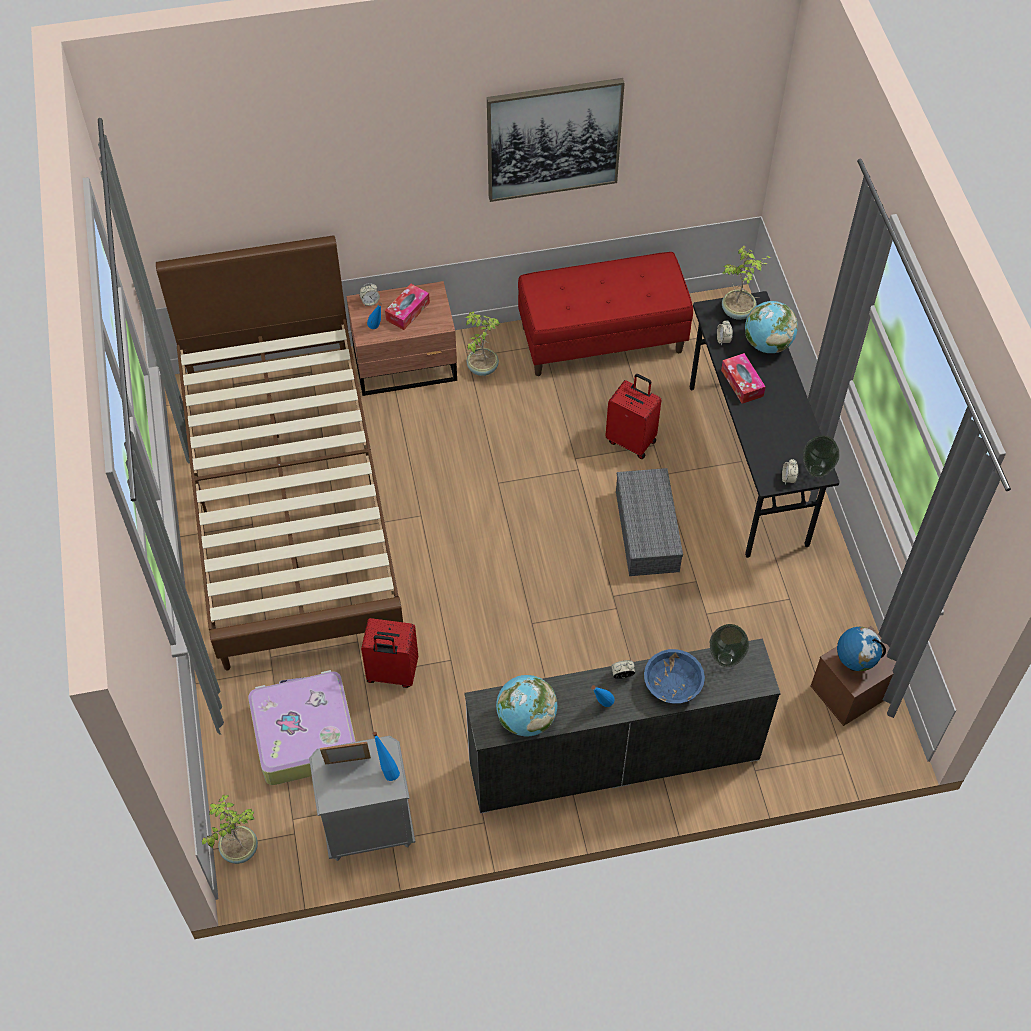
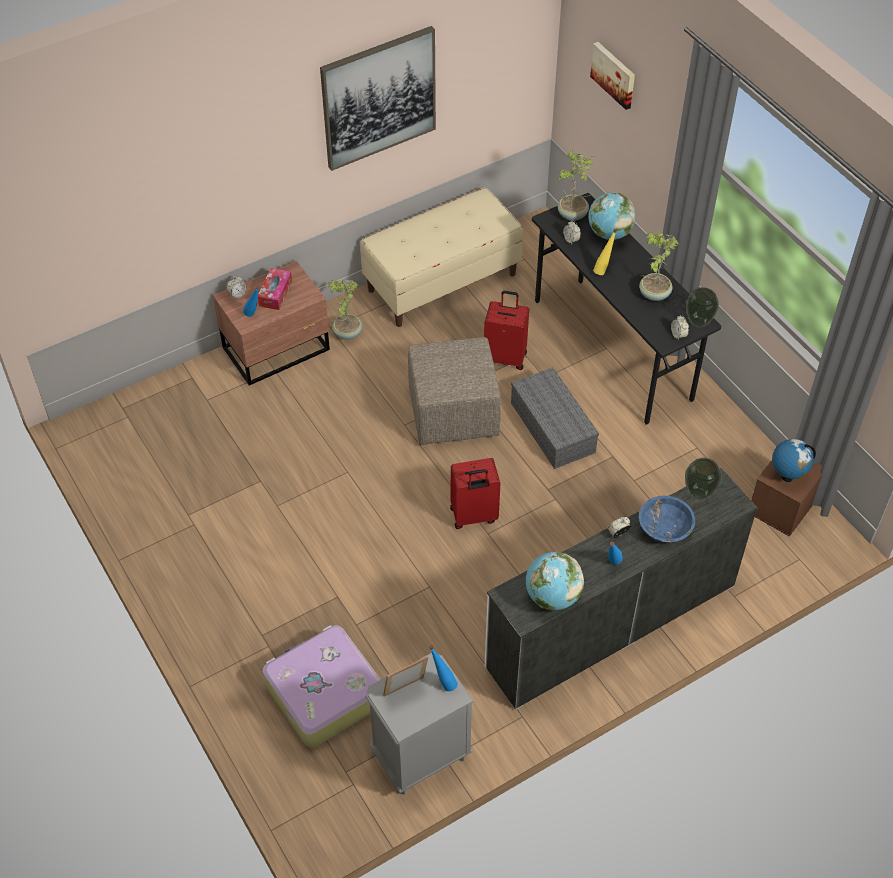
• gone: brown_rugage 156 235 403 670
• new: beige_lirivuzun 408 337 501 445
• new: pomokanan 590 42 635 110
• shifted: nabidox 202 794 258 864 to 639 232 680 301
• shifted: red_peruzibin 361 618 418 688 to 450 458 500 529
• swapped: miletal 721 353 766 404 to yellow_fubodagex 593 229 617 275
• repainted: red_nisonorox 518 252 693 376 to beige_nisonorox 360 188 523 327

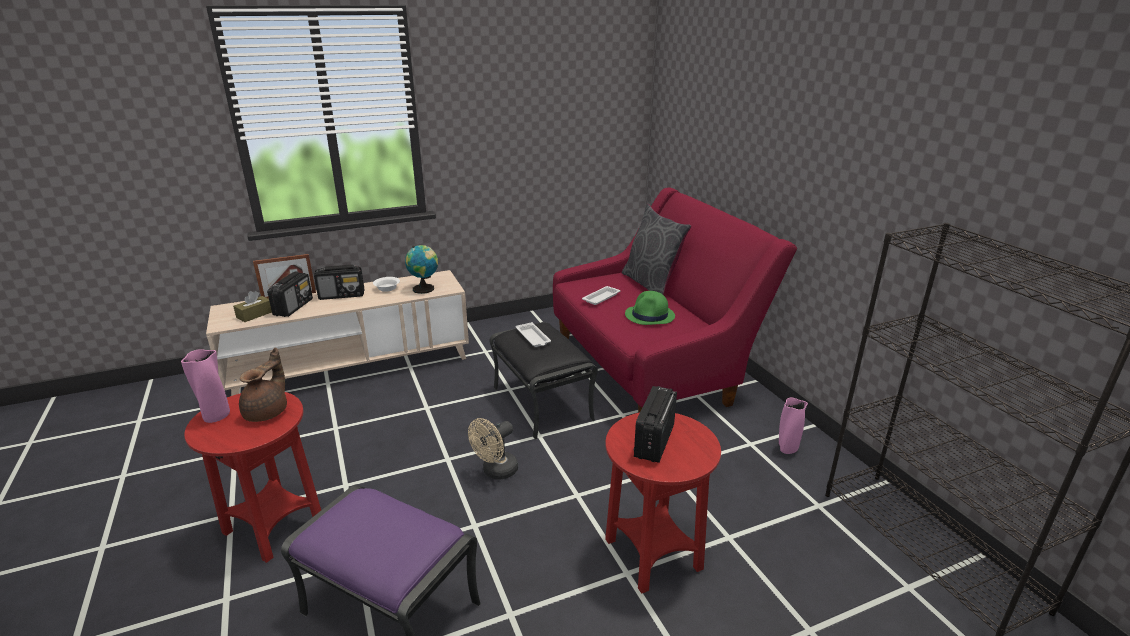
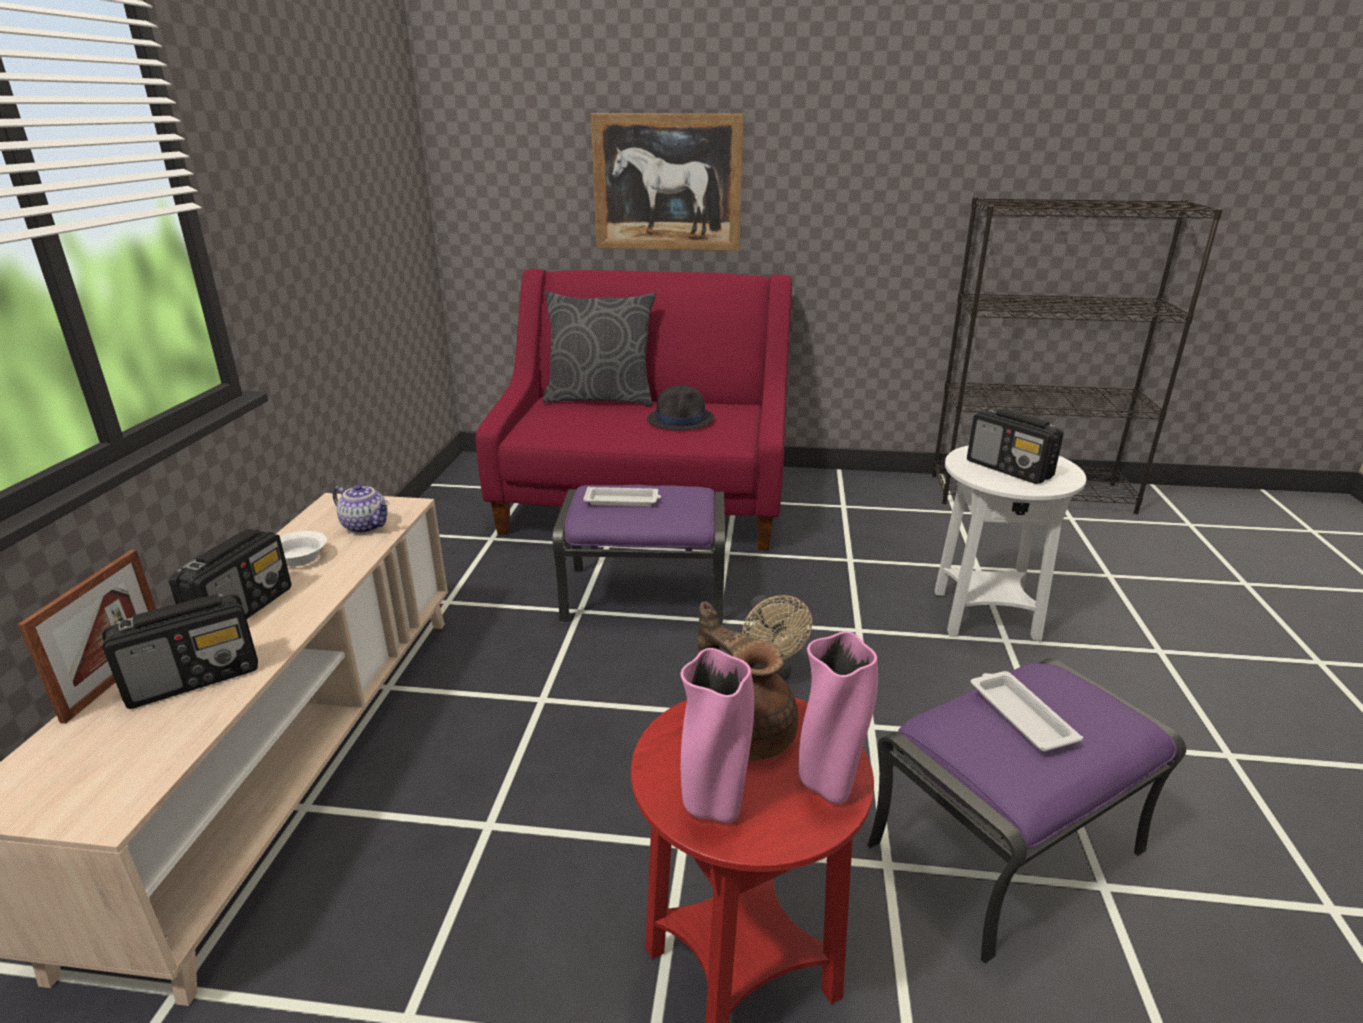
• gone: brown_miletal 233 291 272 322
• new: pomokanan 591 113 744 251
• shifted: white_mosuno 582 286 620 305 to 971 671 1083 751
• shifted: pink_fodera 779 398 808 454 to 799 631 878 804
• swapped: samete 405 245 438 294 to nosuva 333 484 389 534
• repainted: black_lirivuzun 489 322 598 440 to purple_lirivuzun 553 485 725 626
• repainted: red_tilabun 605 412 721 594 to white_tilabun 934 445 1086 641
• repainted: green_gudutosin 625 291 675 325 to black_gudutosin 647 385 715 430
• rotated: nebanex 267 271 313 317 = 102 594 258 709 105 degrees clockwise

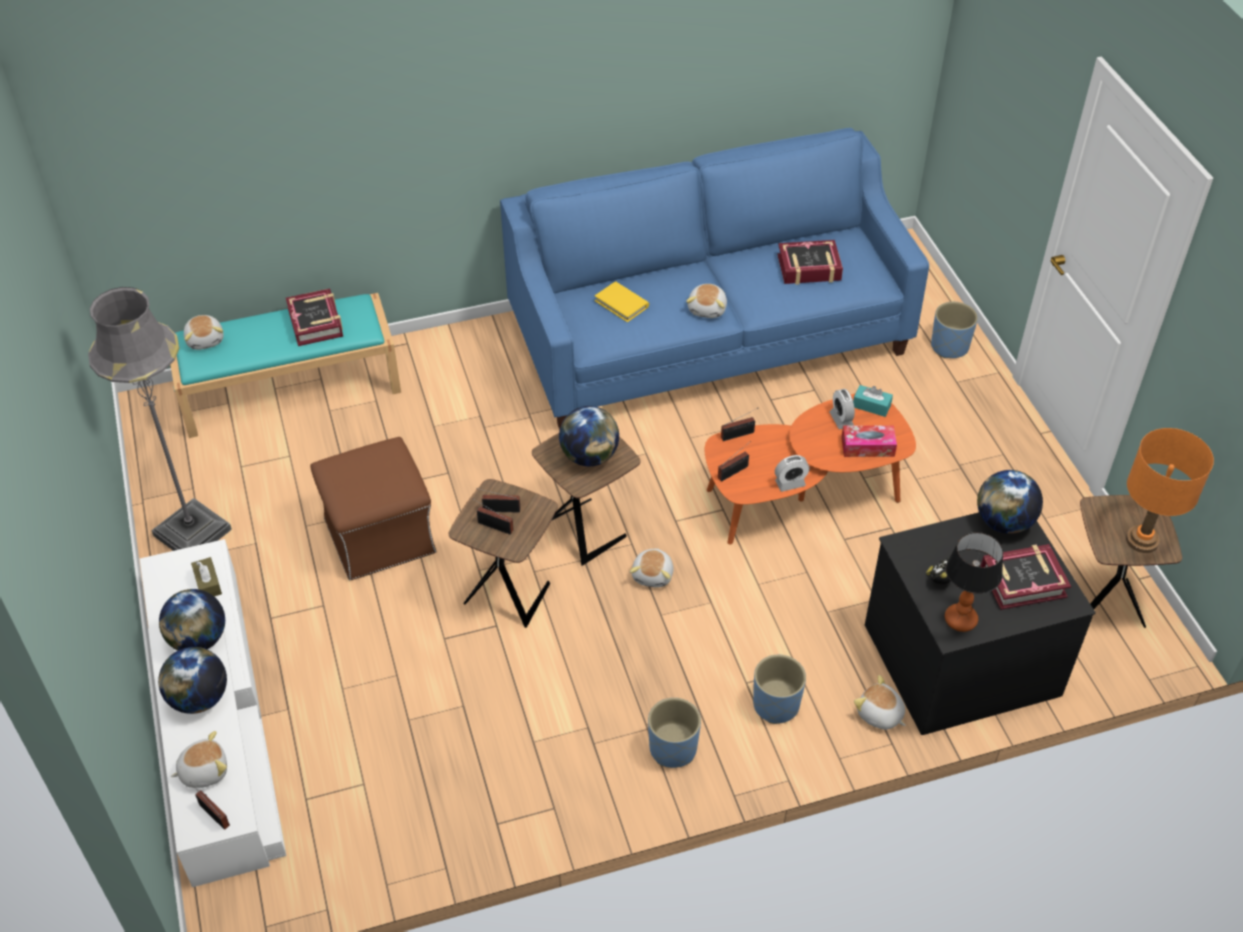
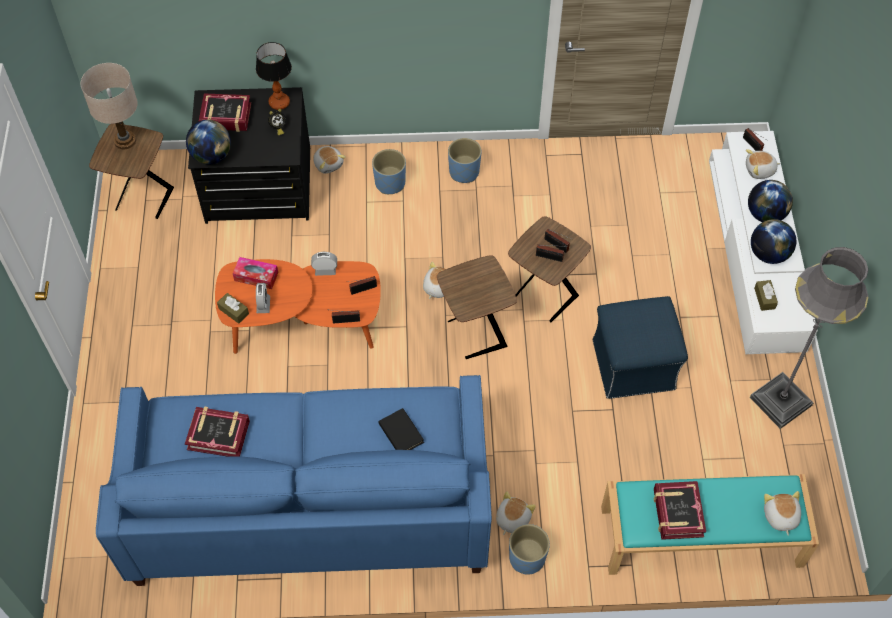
• gone: samete 559 406 619 466
• shifted: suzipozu 686 284 727 318 to 496 491 536 535
• shifted: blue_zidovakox 931 302 978 359 to 509 524 550 575
• repainted: brown_lirivuzun 310 437 436 581 to blue_lirivuzun 593 296 688 399
• repainted: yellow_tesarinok 595 281 649 322 to black_tesarinok 378 408 424 450
• repainted: turquoise_miletal 853 385 893 417 to brown_miletal 217 293 249 324
• repainted: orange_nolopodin 1126 428 1214 553 to beige_nolopodin 81 63 138 149

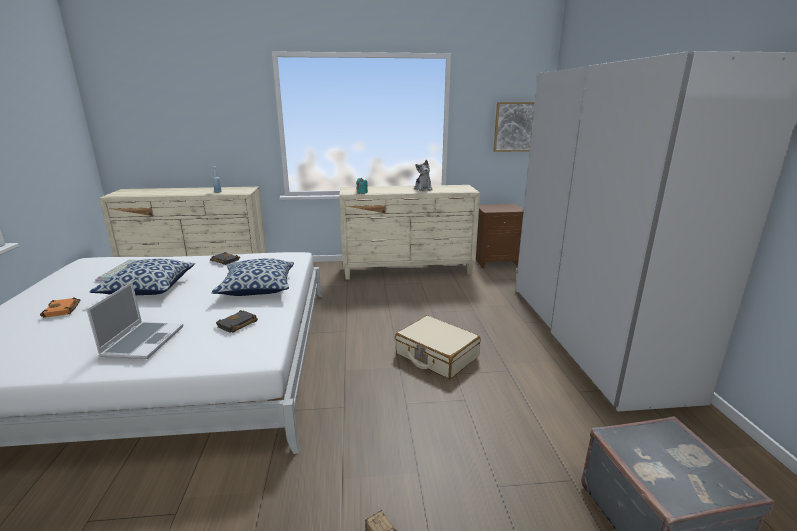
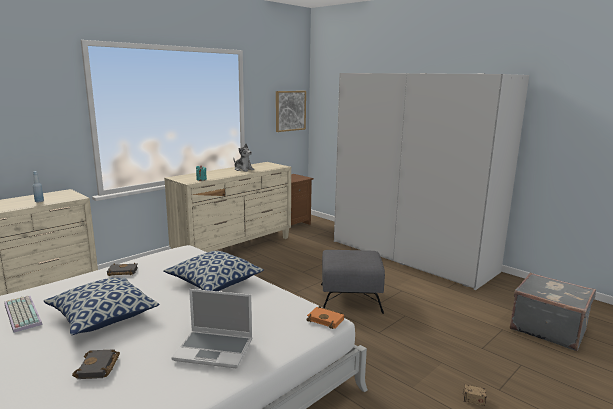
• shifted: orange_tesarinok 40 297 80 318 to 306 306 344 329
• shifted: black_tesarinok 216 310 258 333 to 72 349 120 379
• swapped: beige_peruzibin 395 315 481 379 to grey_lirivuzun 321 250 385 314
• rotated: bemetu 86 282 183 359 = 171 289 252 368 135 degrees clockwise

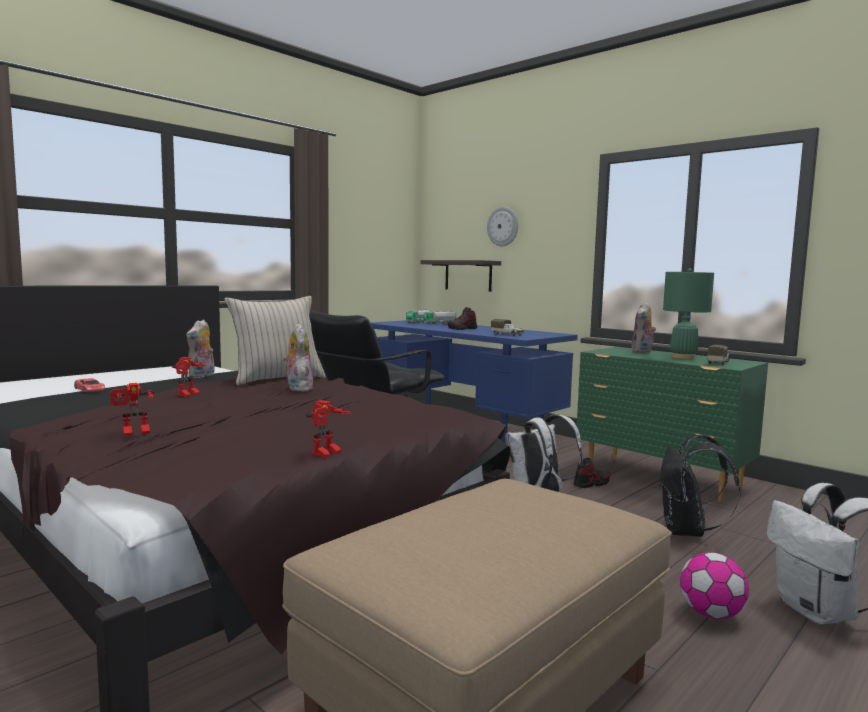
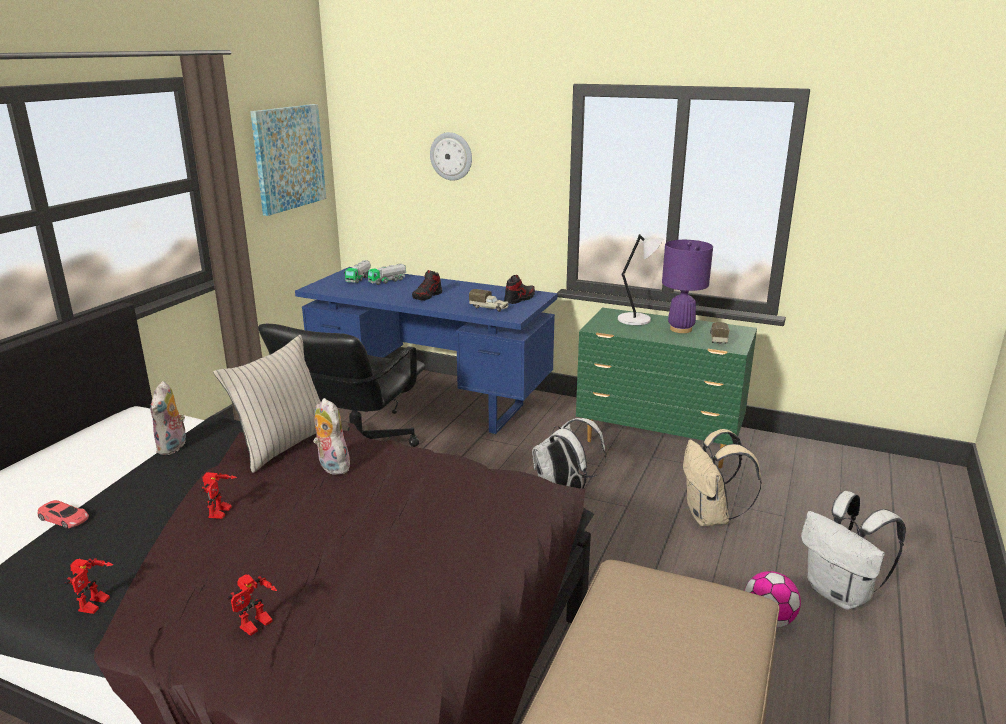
• gone: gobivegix 420 260 501 292
• new: pomokanan 250 104 326 216
• shifted: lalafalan 307 400 352 458 to 64 558 113 614
• shifted: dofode 574 458 610 488 to 504 275 535 304
• swapped: suzipozu 631 302 656 353 to white_nolopodin 618 234 663 325
• repainted: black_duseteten 659 434 741 537 to beige_duseteten 683 429 761 526
• repainted: green_nolopodin 663 268 714 359 to purple_nolopodin 662 240 713 333

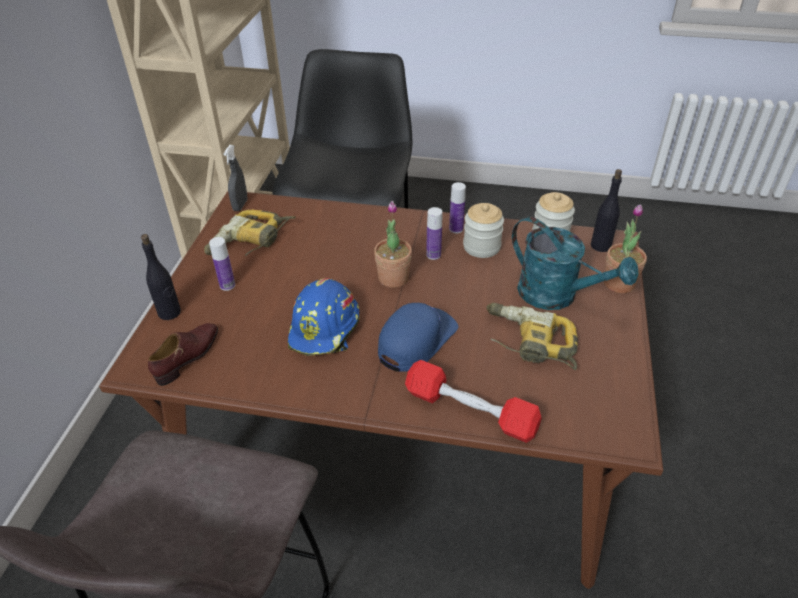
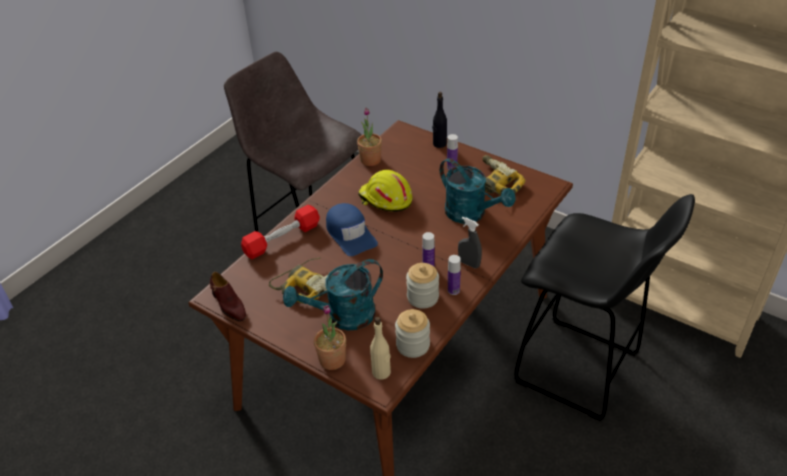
• new: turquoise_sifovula 440 158 516 224
• shifted: brown_dofode 148 323 218 386 to 210 272 246 322
• shifted: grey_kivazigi 223 145 248 211 to 458 217 482 268
• shifted: nabidox 374 201 412 288 to 357 107 382 166
• repainted: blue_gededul 288 278 359 356 to yellow_gededul 358 170 412 212
• repainted: black_fubodagex 591 169 622 252 to beige_fubodagex 370 317 391 380

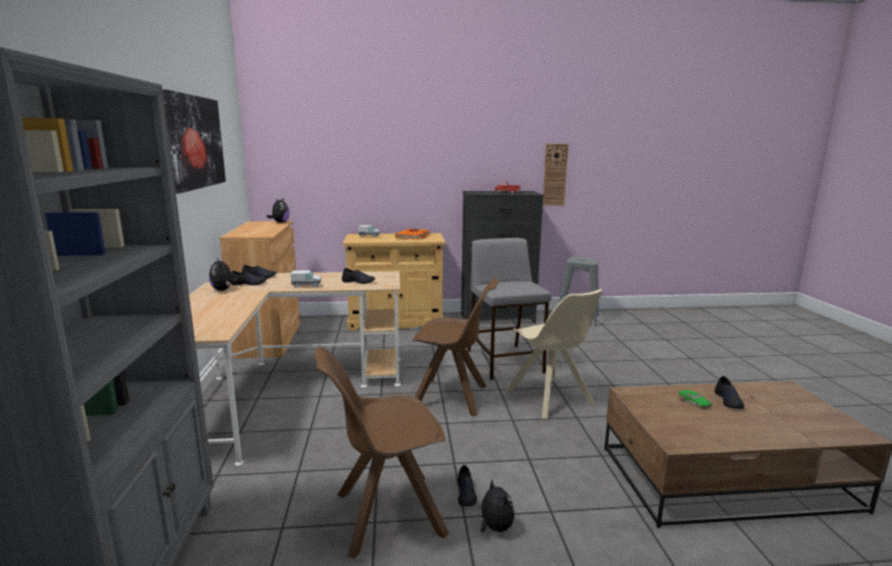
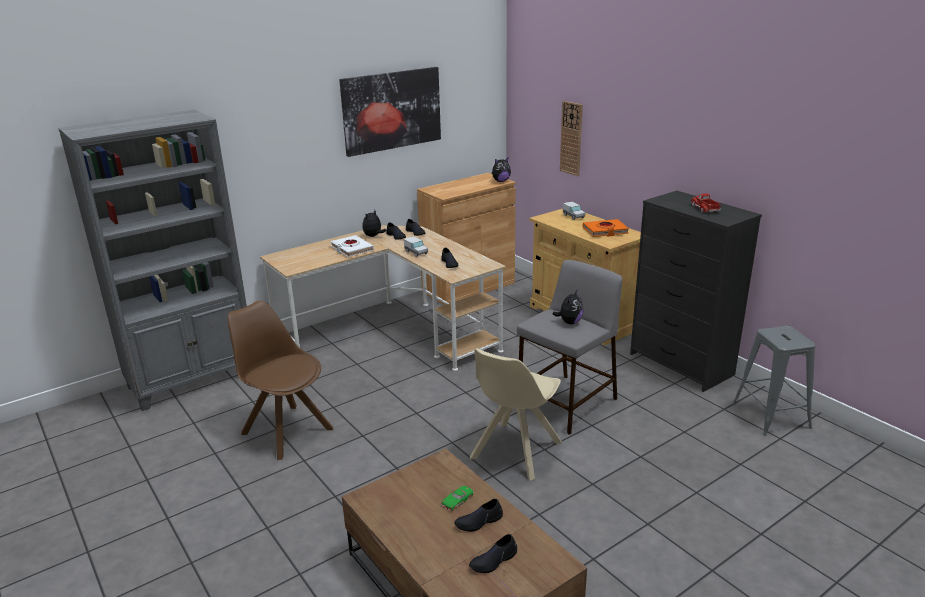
• gone: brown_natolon 413 278 499 417
• new: white_tesarinok 330 235 374 257
• shifted: black_dofode 458 465 477 506 to 469 534 517 573
• shifted: suzipozu 477 480 515 532 to 553 290 583 324
• shifted: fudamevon 543 144 569 206 to 560 101 583 176

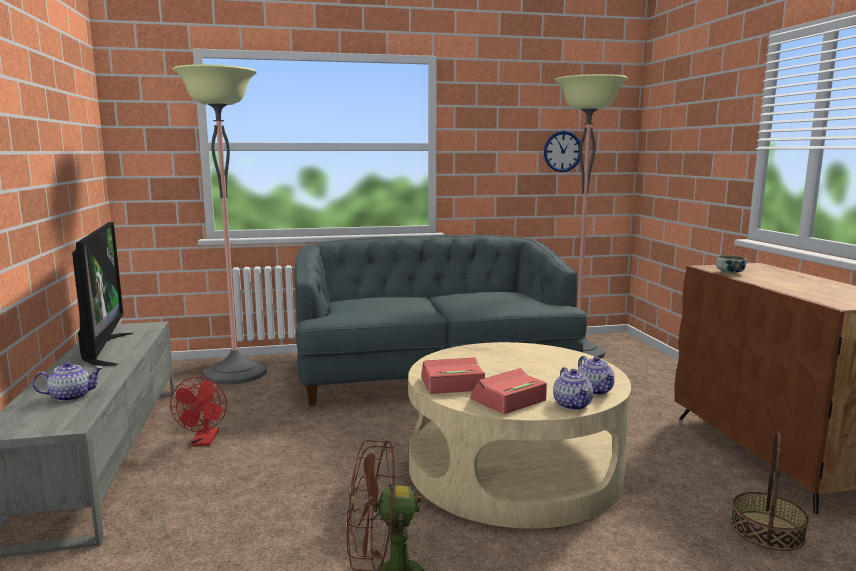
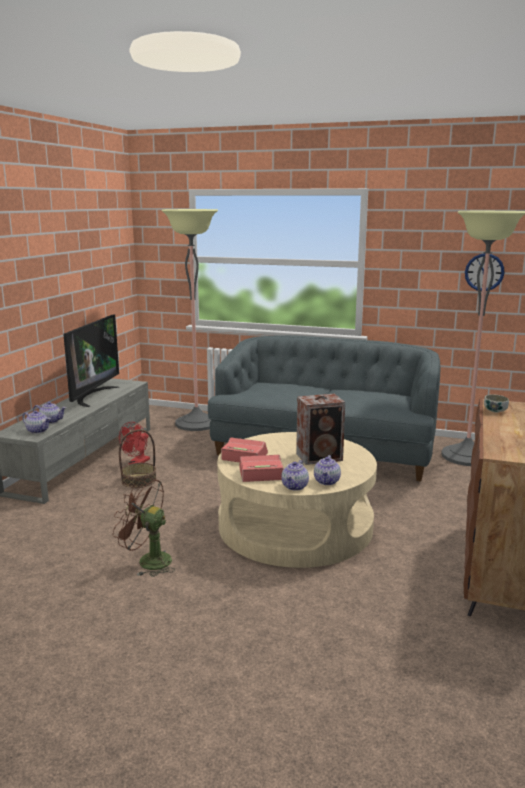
• new: nosuva 22 410 50 434
• new: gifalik 296 394 345 465
• shifted: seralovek 731 431 809 551 to 119 429 157 488

